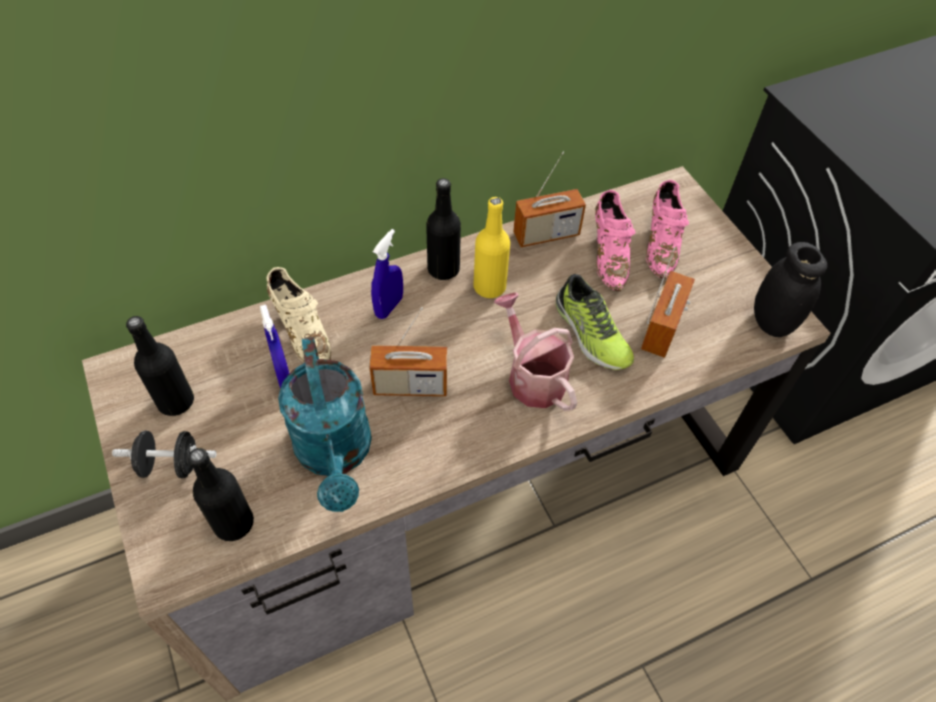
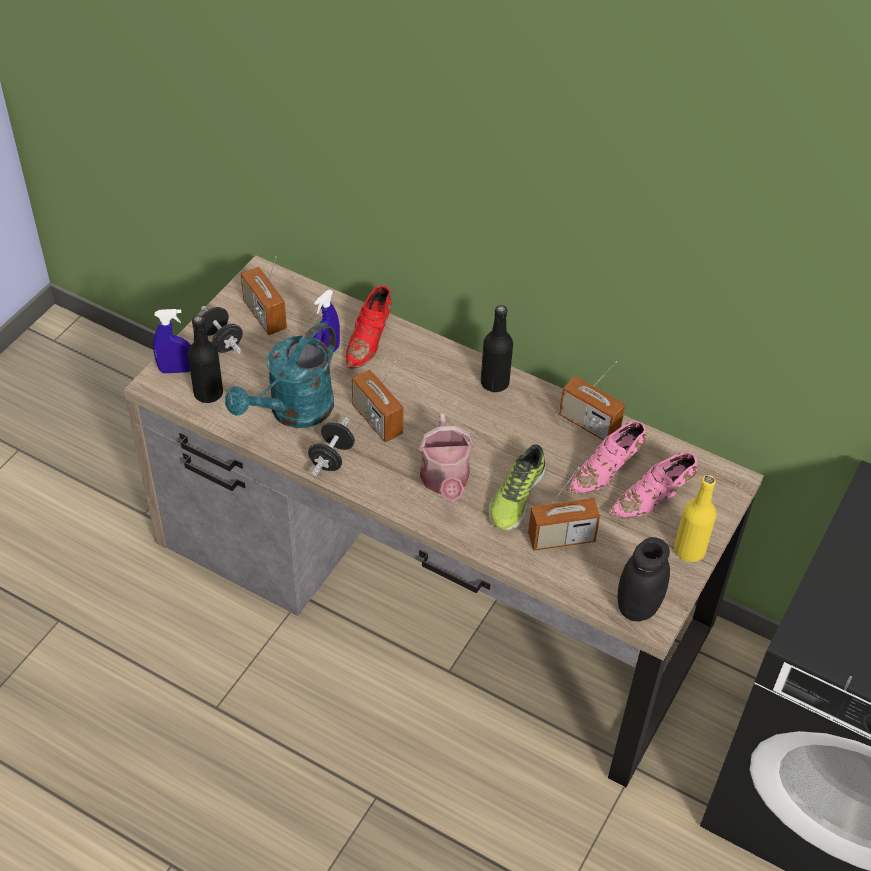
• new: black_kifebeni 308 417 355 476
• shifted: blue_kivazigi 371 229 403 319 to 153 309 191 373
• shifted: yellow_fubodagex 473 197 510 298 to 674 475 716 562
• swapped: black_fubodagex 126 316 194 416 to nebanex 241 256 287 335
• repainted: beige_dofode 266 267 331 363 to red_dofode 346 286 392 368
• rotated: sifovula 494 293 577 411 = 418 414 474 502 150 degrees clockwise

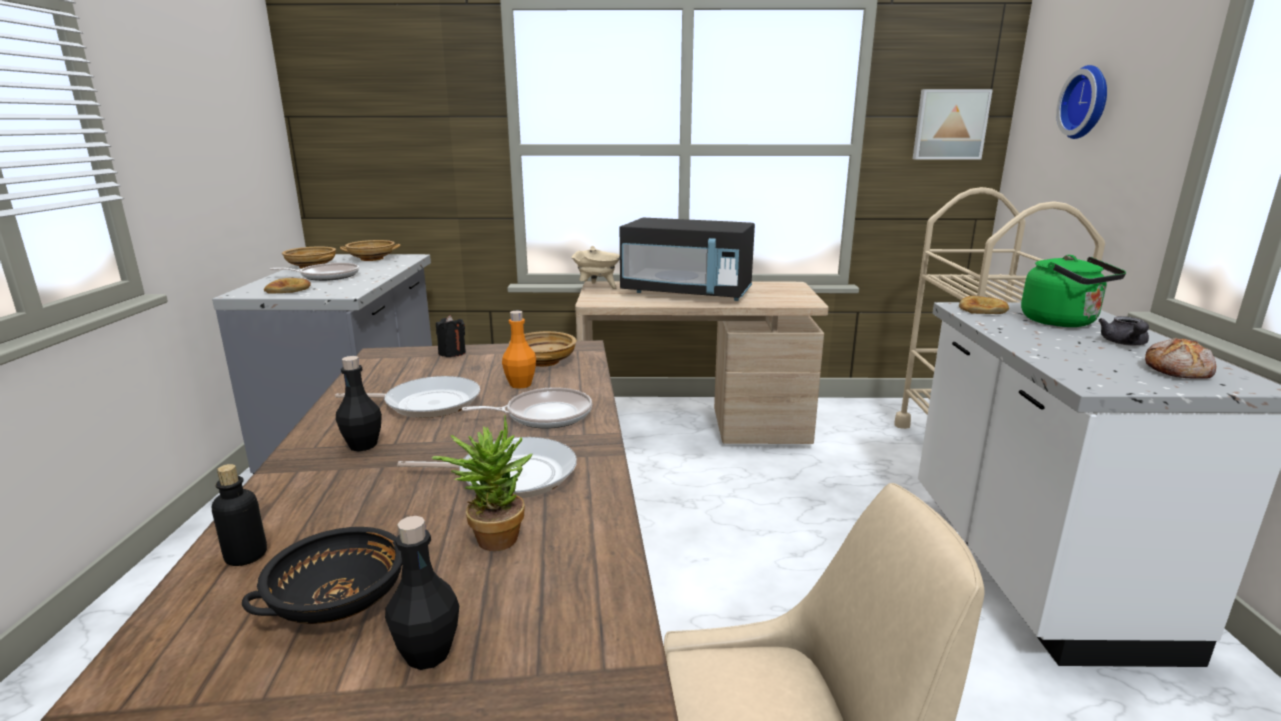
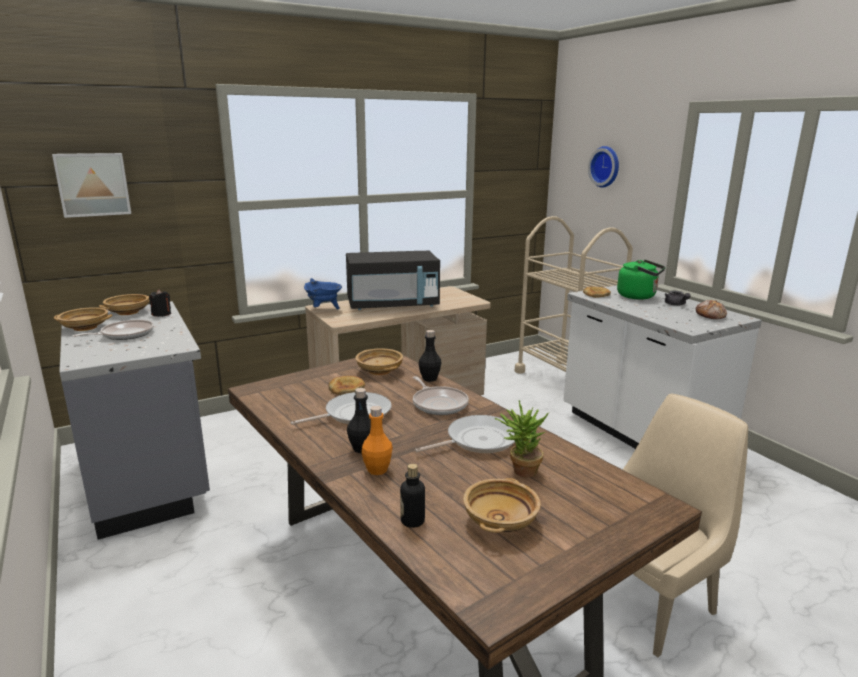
• shifted: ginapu 264 278 311 294 to 328 376 365 395
• shifted: black_fubodagex 385 516 459 670 to 419 330 442 382
• shifted: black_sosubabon 436 315 466 357 to 149 289 171 317
• shifted: orange_fubodagex 502 311 536 389 to 361 406 393 475
• shifted: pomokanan 913 89 993 160 to 52 153 131 218
• repainted: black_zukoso 242 527 402 624 to beige_zukoso 463 478 541 533
• repainted: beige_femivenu 571 246 620 289 to blue_femivenu 304 278 342 310
• rotated: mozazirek 462 387 592 429 = 413 376 469 415 105 degrees clockwise

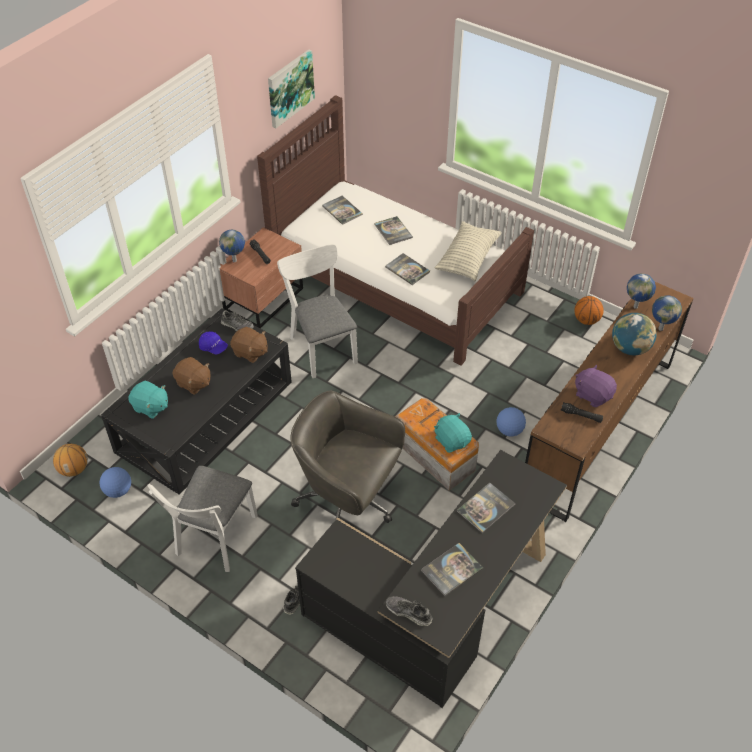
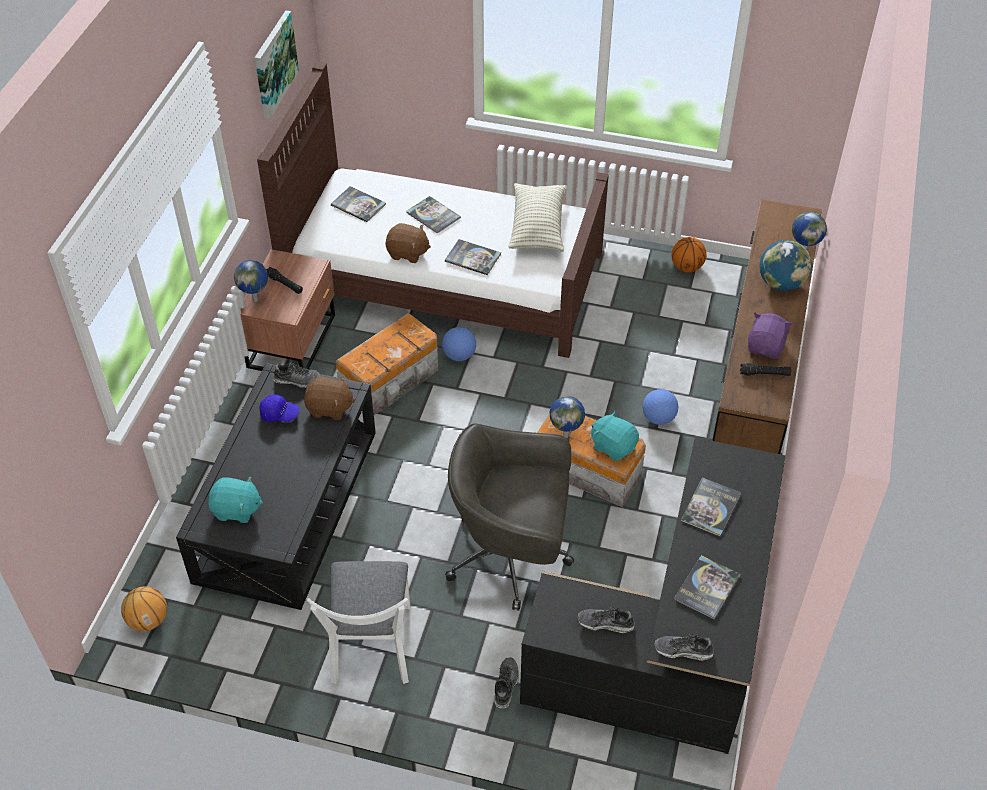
• new: dofode 578 607 635 633
• shifted: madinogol 100 467 131 498 to 442 327 476 361
• shifted: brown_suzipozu 172 357 210 395 to 385 223 431 263
• shifted: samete 627 274 656 309 to 550 396 585 438
• swapped: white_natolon 277 244 358 378 to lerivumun 336 313 438 415
• rotated: purple_suzipozu 575 365 617 407 = 748 313 793 359 90 degrees clockwise

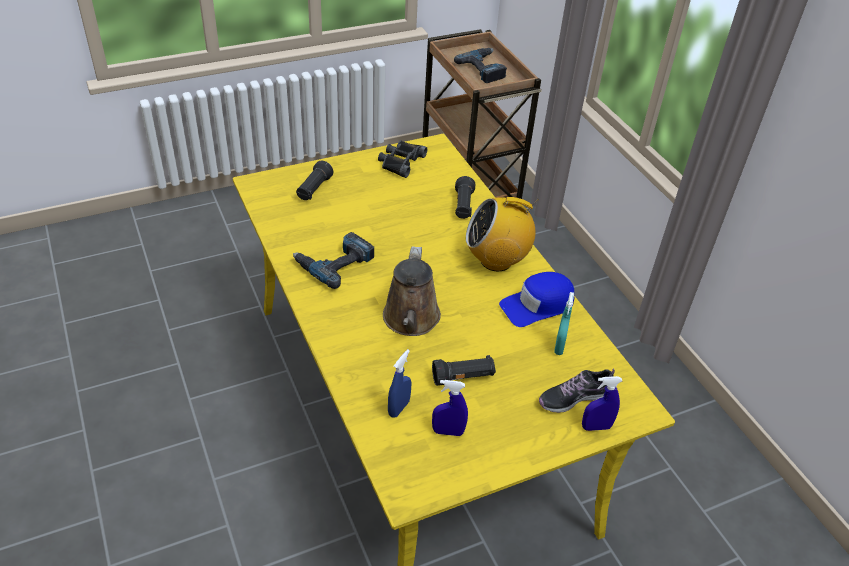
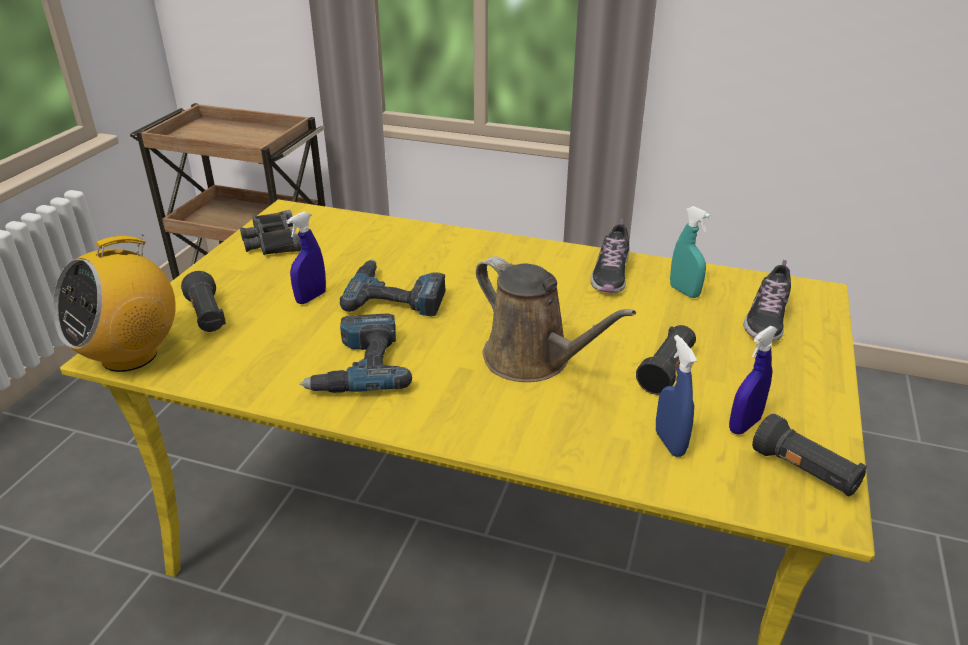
• shifted: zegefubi 454 48 507 83 to 340 259 446 316
• shifted: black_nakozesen 455 176 475 219 to 752 414 867 496
• shifted: nebanex 466 197 539 271 to 53 234 176 372
• shifted: blue_kivazigi 582 376 622 431 to 286 212 326 304
• swapped: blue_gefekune 499 272 575 327 to dofode 590 219 629 293

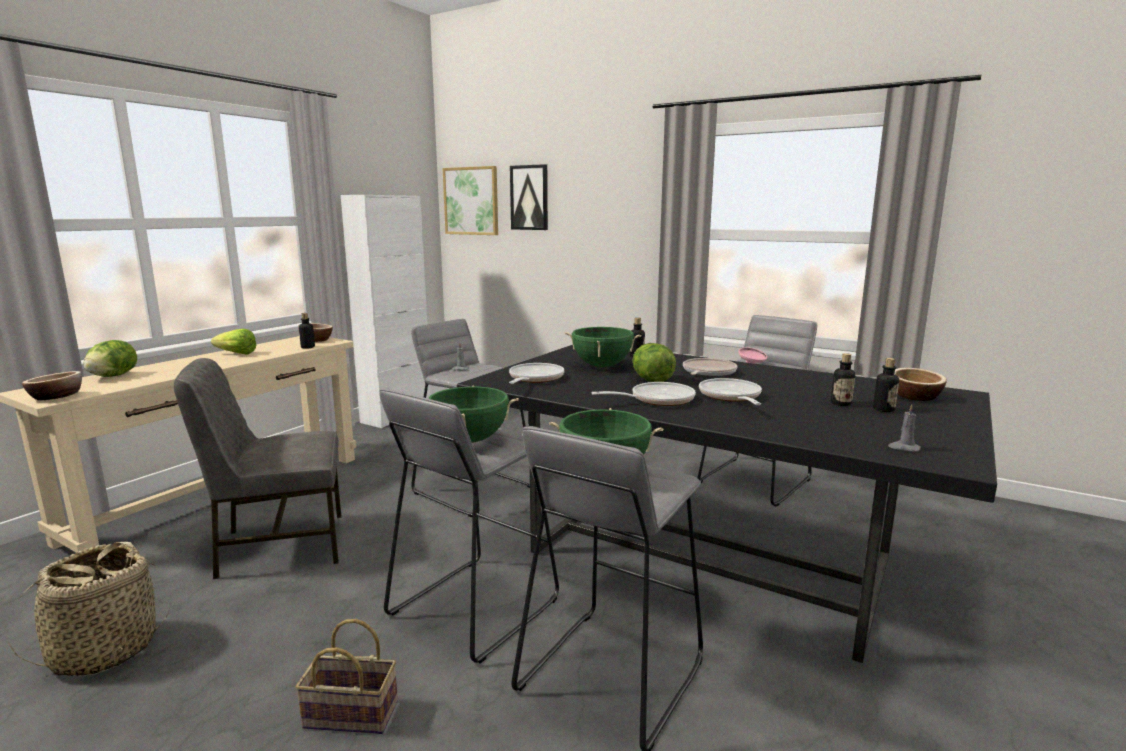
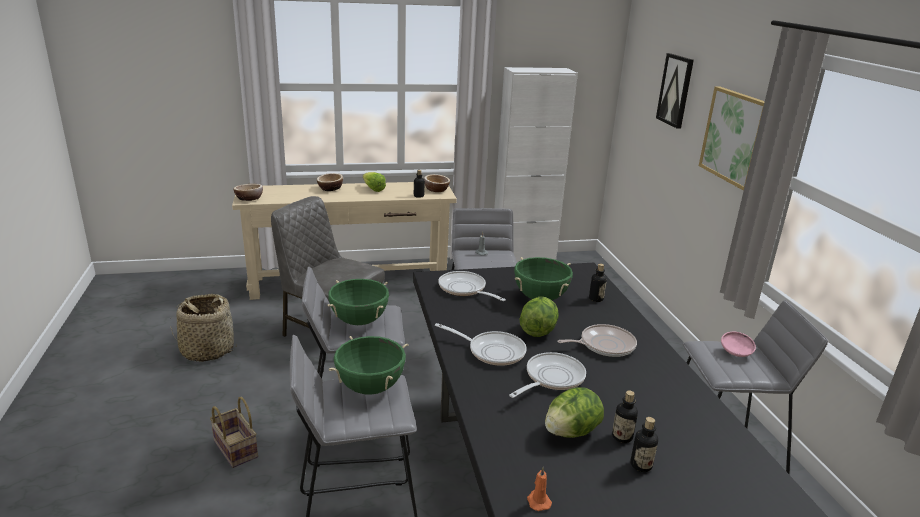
• shifted: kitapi 83 340 137 377 to 545 387 604 438
• shifted: pomokanan 443 166 498 235 to 699 86 765 191
• shifted: zukoso 895 368 947 401 to 317 173 343 191
• repainted: grey_sosubabon 888 404 921 452 to orange_sosubabon 527 467 552 511
• rotated: mozazirek 509 363 564 384 = 439 271 506 301 105 degrees counterclockwise

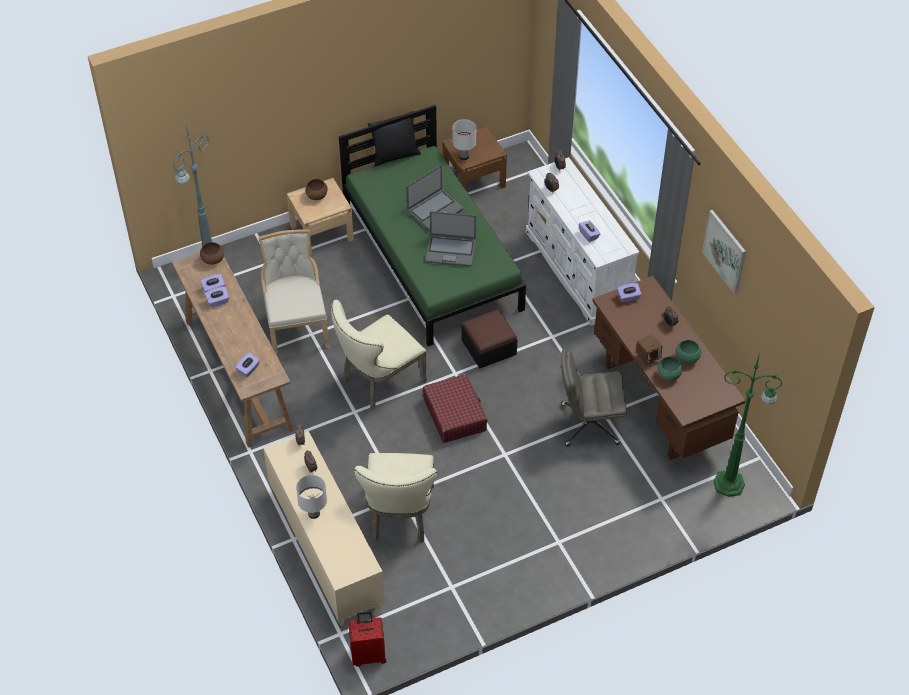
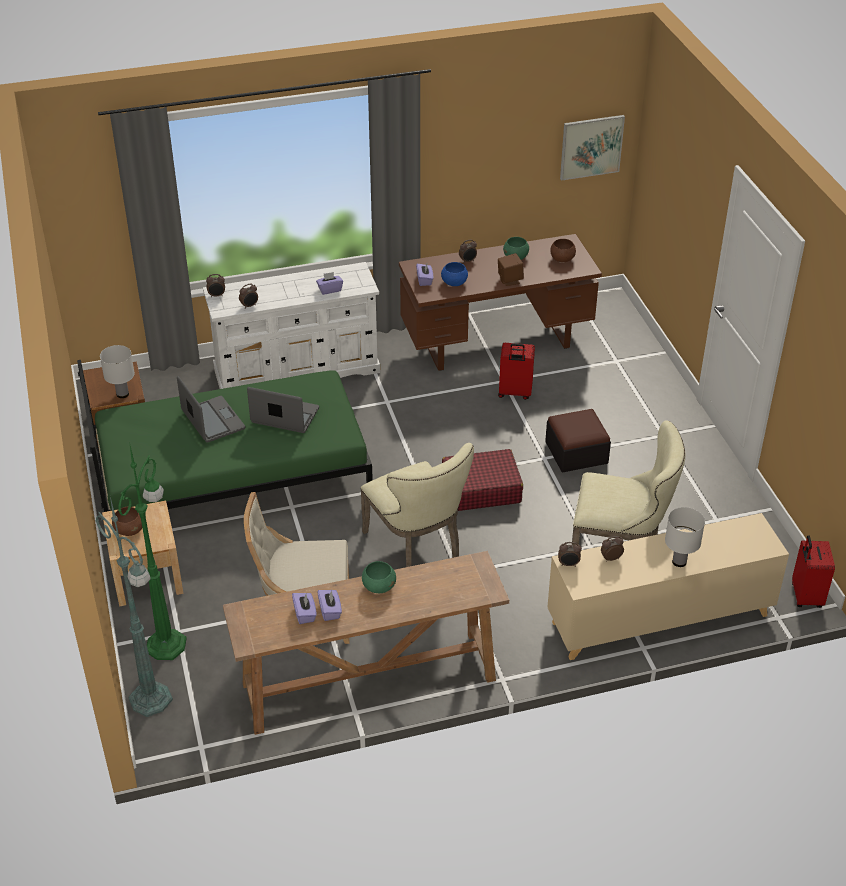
• gone: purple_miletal 235 352 260 377
• gone: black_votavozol 368 111 421 166
• new: blue_zukoso 441 262 468 286
• shifted: brown_zukoso 200 242 224 265 to 550 239 576 262
• shifted: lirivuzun 461 309 517 368 to 545 409 611 473
• shifted: green_zukoso 658 357 682 381 to 362 561 396 593
• shifted: pomokanan 702 210 746 294 to 560 115 625 181
• shifted: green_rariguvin 713 353 783 497 to 118 442 187 660
• swapped: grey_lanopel 561 349 627 447 to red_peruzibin 498 343 535 400
• rotated: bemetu 426 211 476 266 = 247 387 319 433 90 degrees counterclockwise

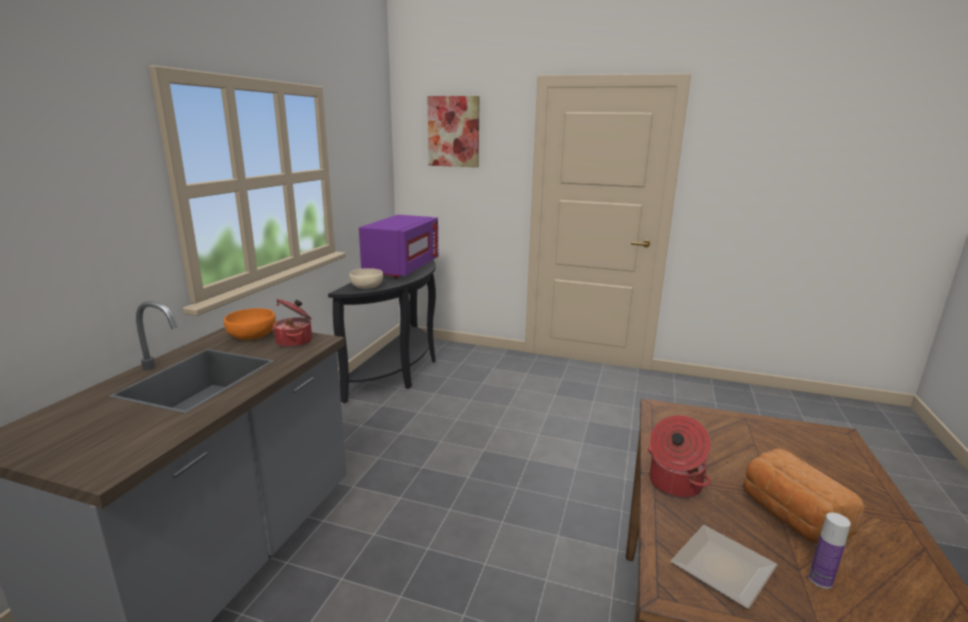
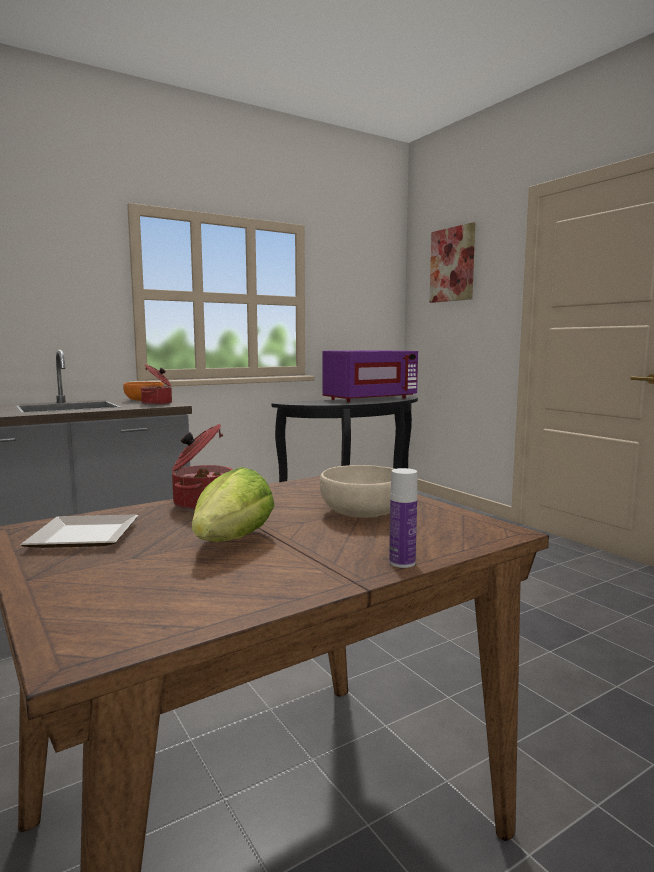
• shifted: beige_zukoso 349 268 383 289 to 319 465 394 518
• shifted: fubodagex 809 512 851 589 to 389 468 417 568
• swapped: ginapu 743 449 865 544 to kitapi 192 467 275 542

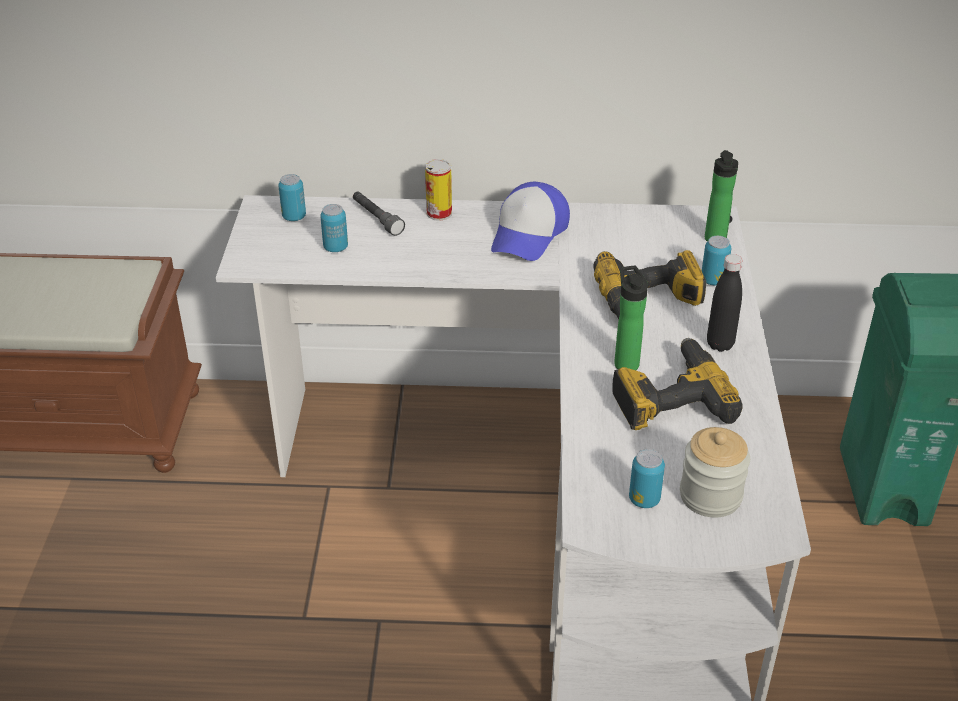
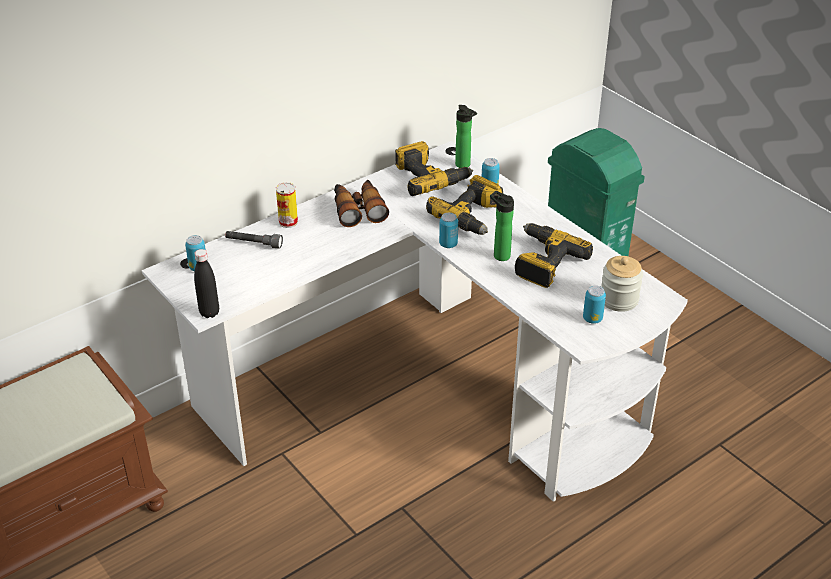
• new: zegefubi 395 141 473 196
• shifted: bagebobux 320 204 348 252 to 439 213 458 248
• shifted: black_fubodagex 707 254 742 352 to 194 249 219 318
• swapped: gefekune 491 182 570 261 to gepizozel 334 180 389 227

